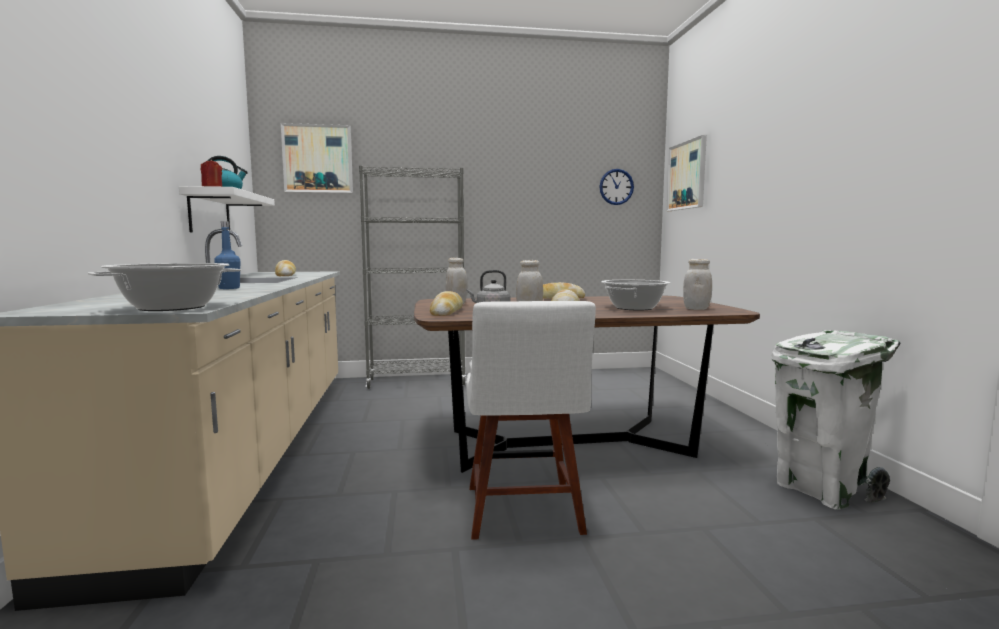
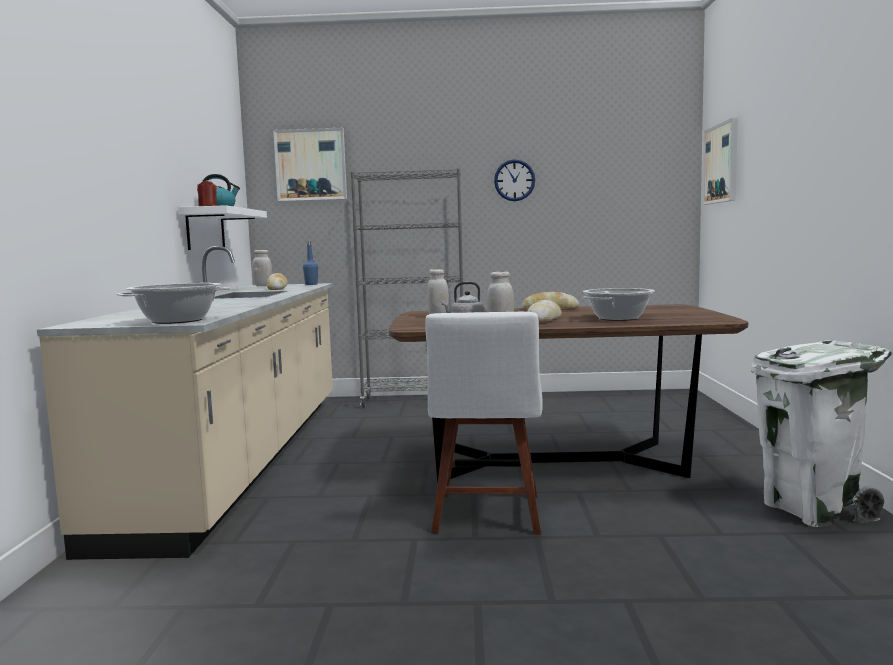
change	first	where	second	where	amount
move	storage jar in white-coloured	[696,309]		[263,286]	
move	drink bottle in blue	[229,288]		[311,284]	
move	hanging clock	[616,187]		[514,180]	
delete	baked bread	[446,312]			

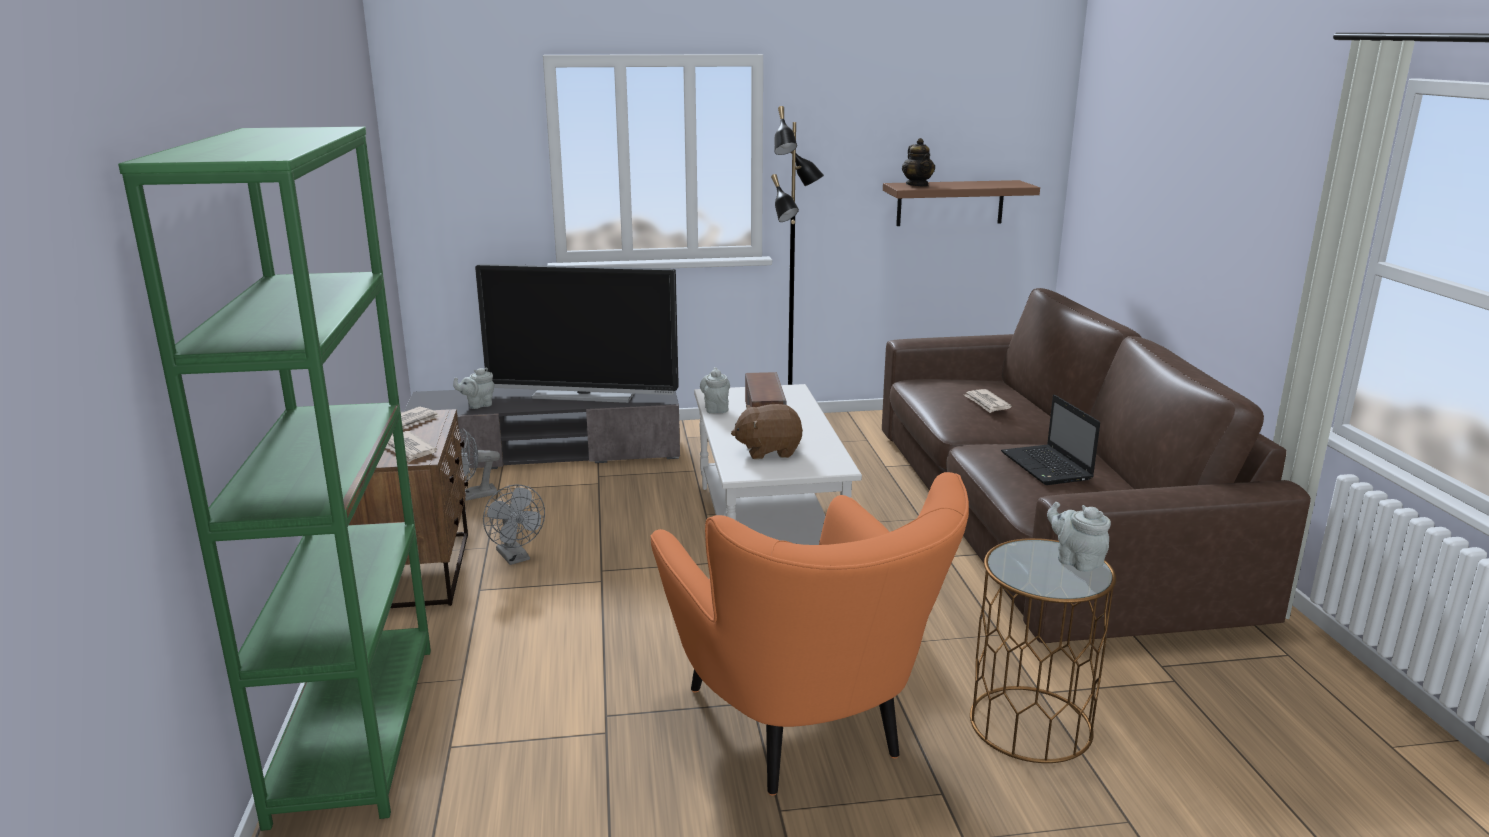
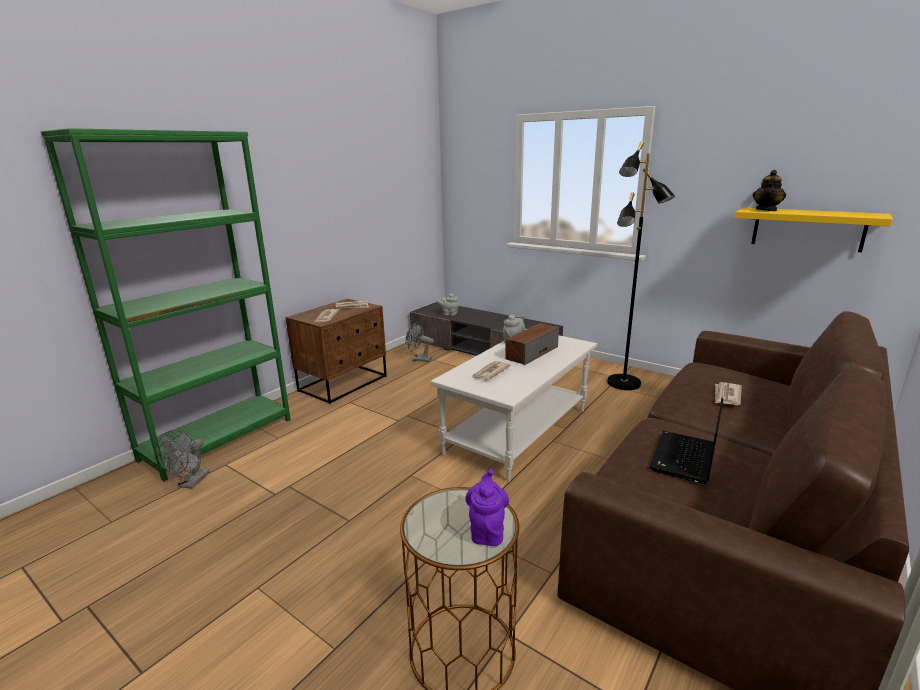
change	first	where	second	where	amount
move	cooling fan in greyish	[516,558]		[191,483]	
recolor	tea pot in greyish	[1076,561]	tea pot in purplish	[487,530]	
replace	cuddly toy in brownish	[768,451]	newspaper	[490,373]	
recolor	bracket shelf in brownish	[950,203]	bracket shelf in yellowish	[807,229]	
delete	TV	[583,395]			
delete	easy chair in orange-coloured	[802,731]			

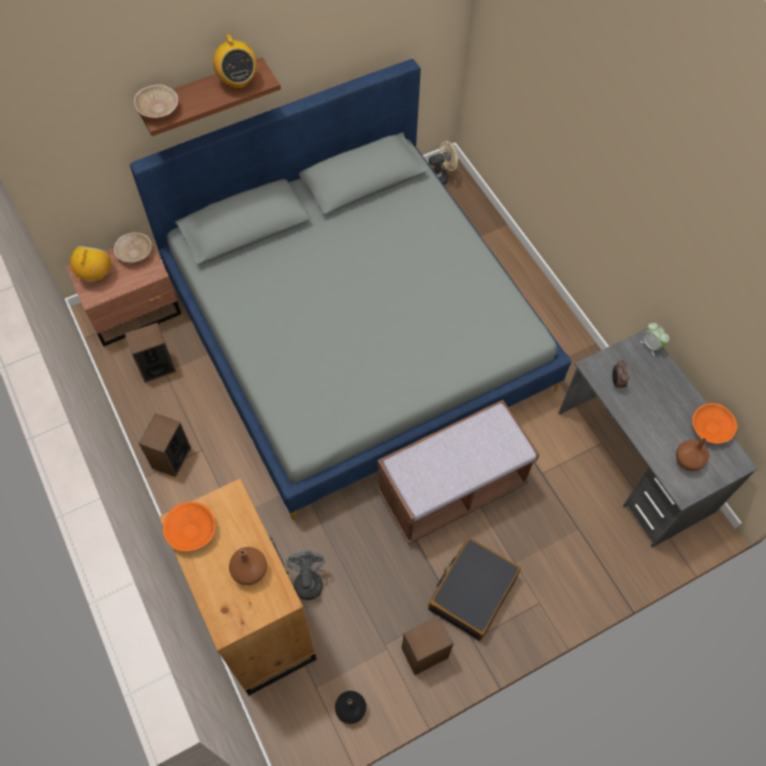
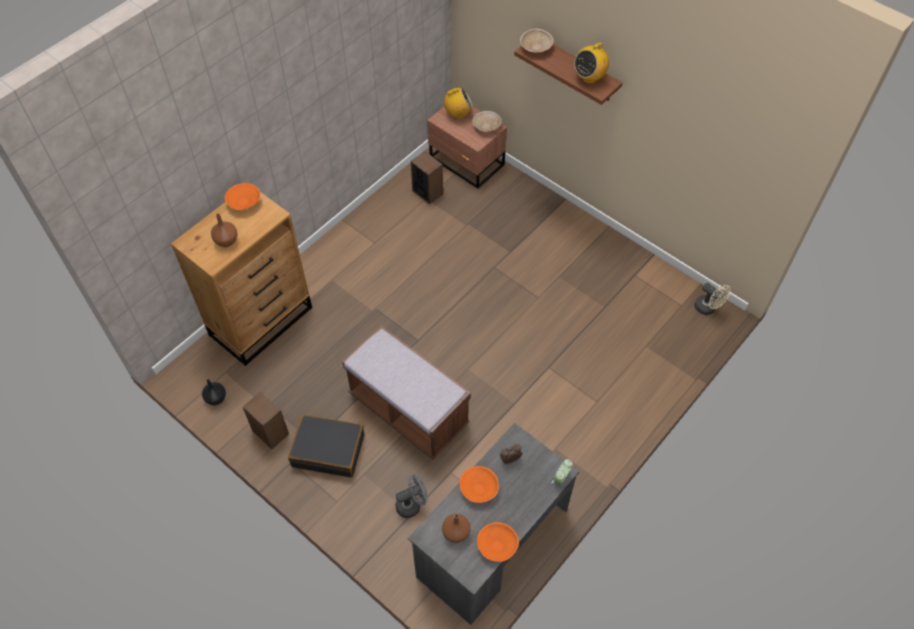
change	first	where	second	where	amount
move	cooling fan in greyish	[308,581]		[412,504]	
insert			deep dish in orange-coloured	[478,488]	
delete	sleeping bed in greyish	[356,330]			
delete	loudspeaker	[171,458]			

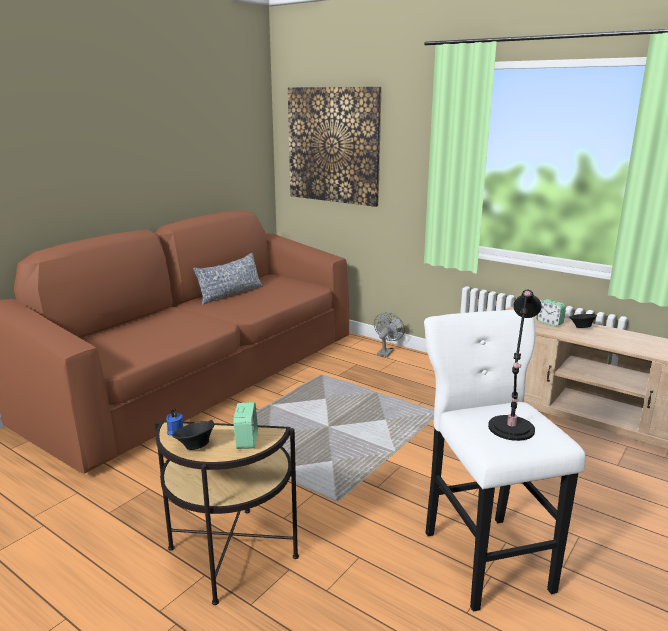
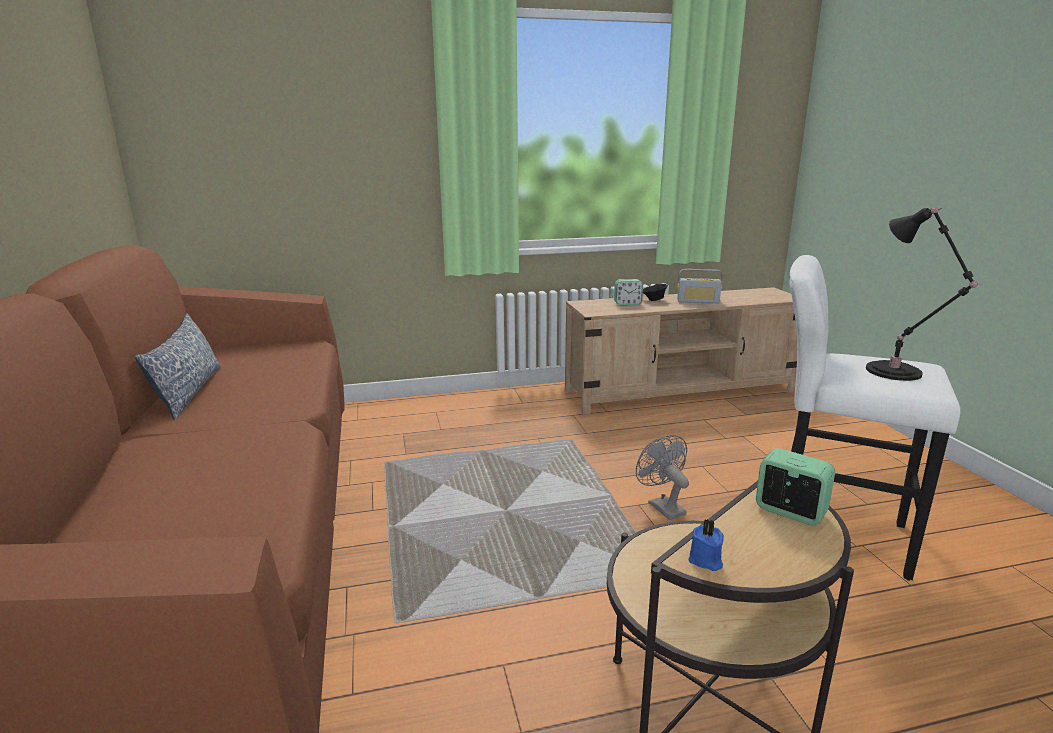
change	first	where	second	where	amount
move	cooling fan in greyish	[386,352]		[662,506]	
insert			radio receiver	[698,301]	
delete	deep dish in blackish	[195,446]			
delete	picture	[333,145]			

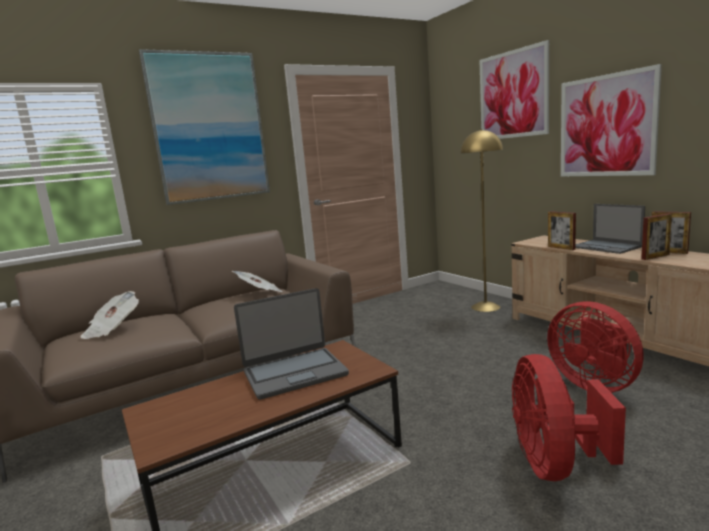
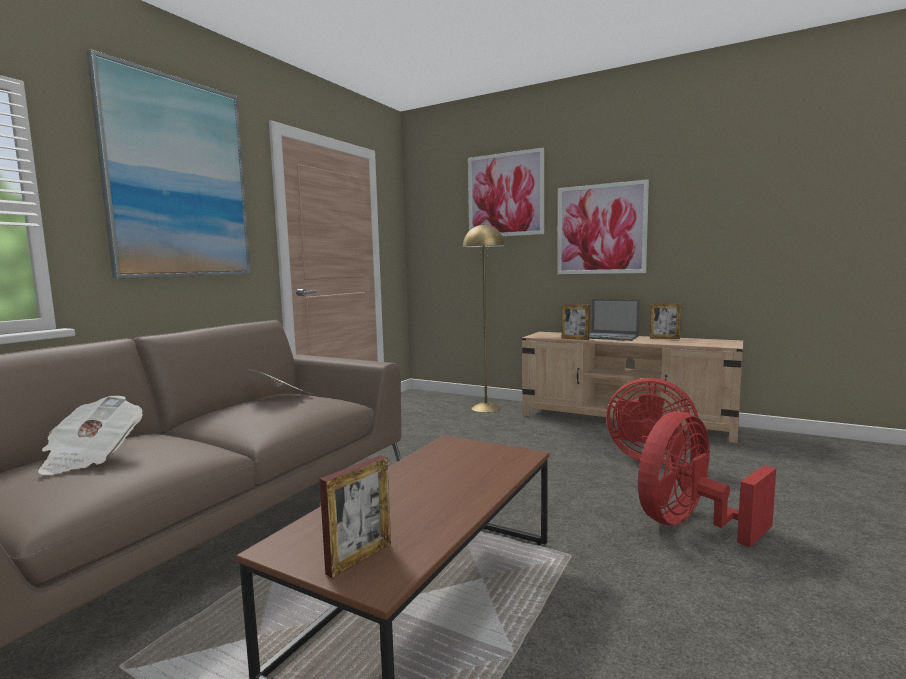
change	first	where	second	where	amount
move	standing frame	[655,257]		[359,558]	
rotate	cooling fan in reddish	[555,464]		[690,524]	75 degrees clockwise
delete	portable computer	[294,373]			

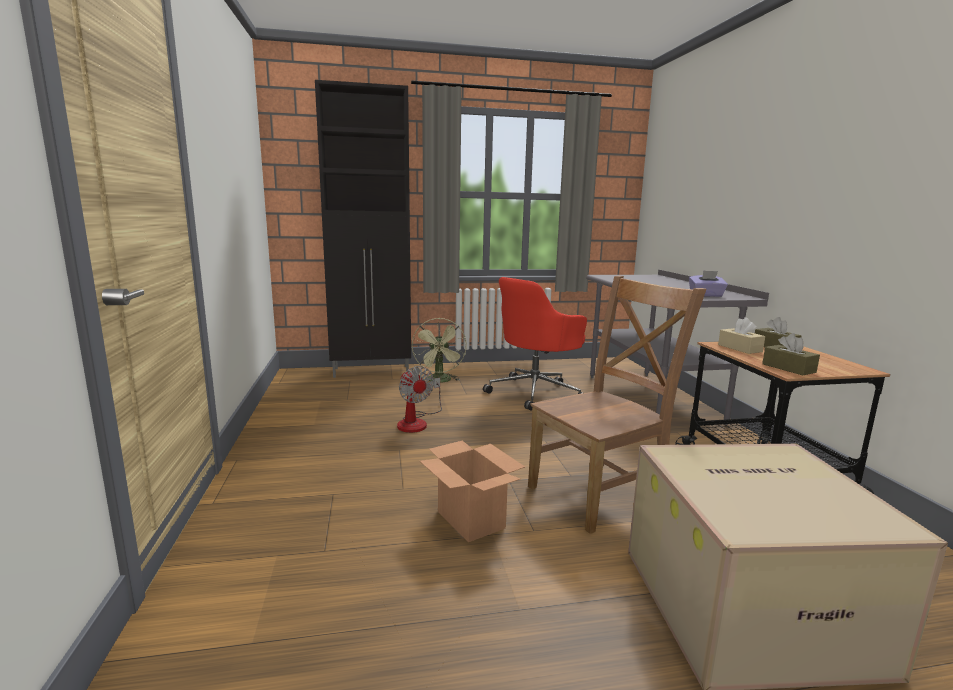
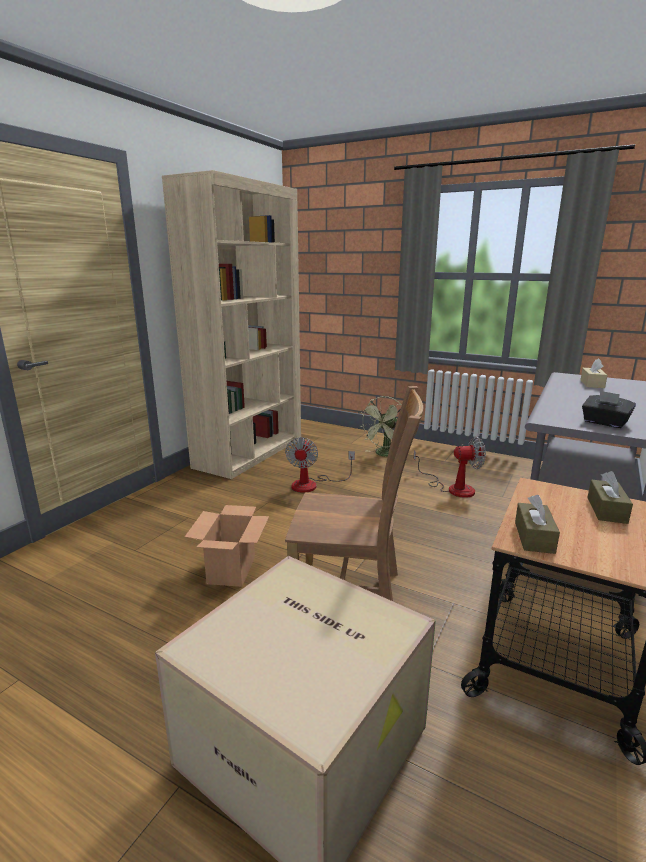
change	first	where	second	where	amount
insert			bookcase in sand-coloured	[250,453]	
replace	office chair in reddish	[535,392]	cooling fan	[453,488]	
move	box of tissues in sand-coloured	[739,348]		[592,384]	
recolor	box of tissues in purplish	[706,295]	box of tissues in blackish	[604,423]	
delete	storage cabinet in blackish	[372,371]			

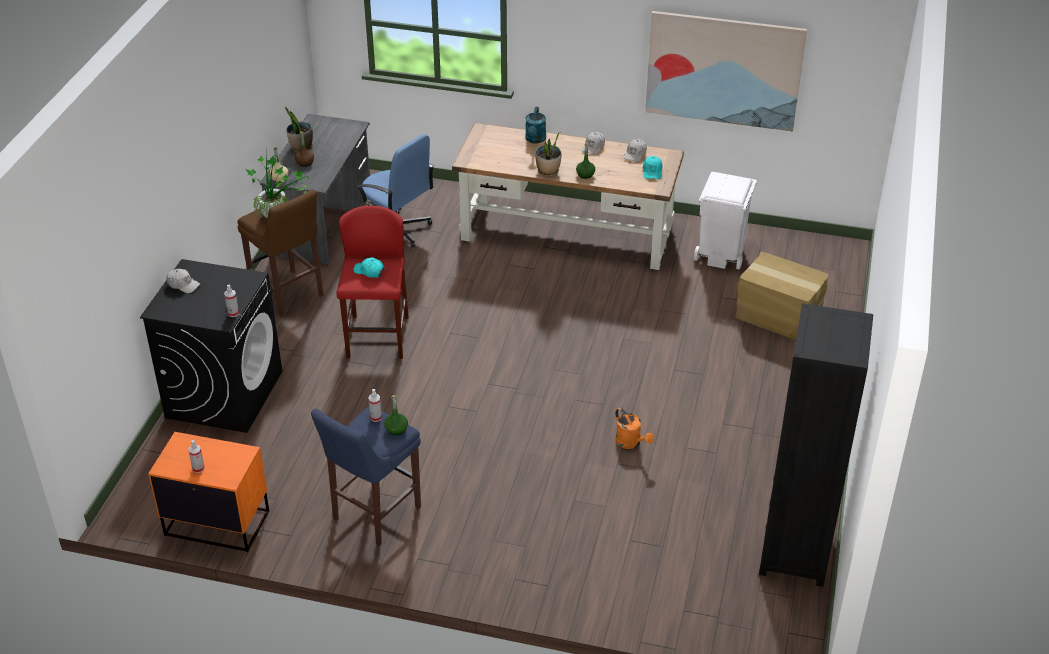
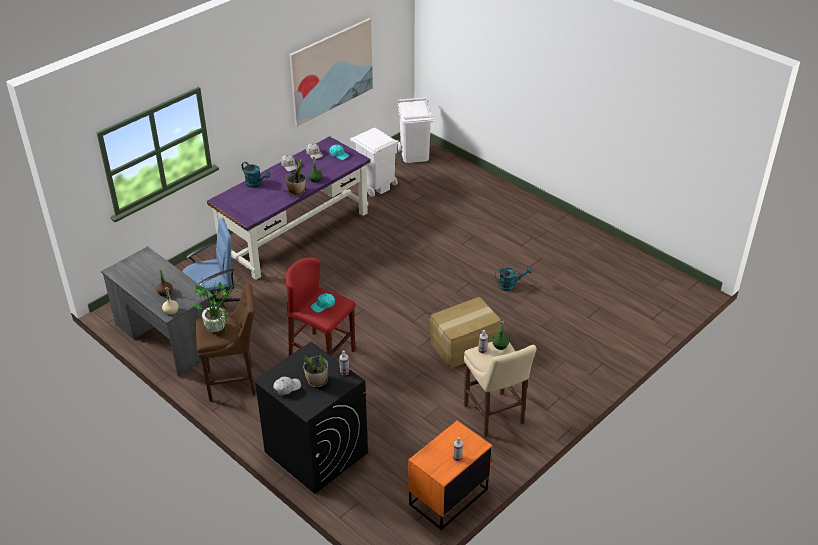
change	first	where	second	where	amount
recolor	desk in brownish	[568,233]	desk in purplish	[295,233]	
move	houseplant	[301,147]		[317,381]	
insert			trash can in white-coloured	[415,154]	
move	cardboard box	[777,316]		[464,347]	
recolor	stool seat in blue	[373,515]	stool seat in sand-coloured	[494,416]	
recolor	watering pot in orange-coloured	[631,443]	watering pot in turquoise	[510,285]	
delete	bookcase in blackish	[795,552]			

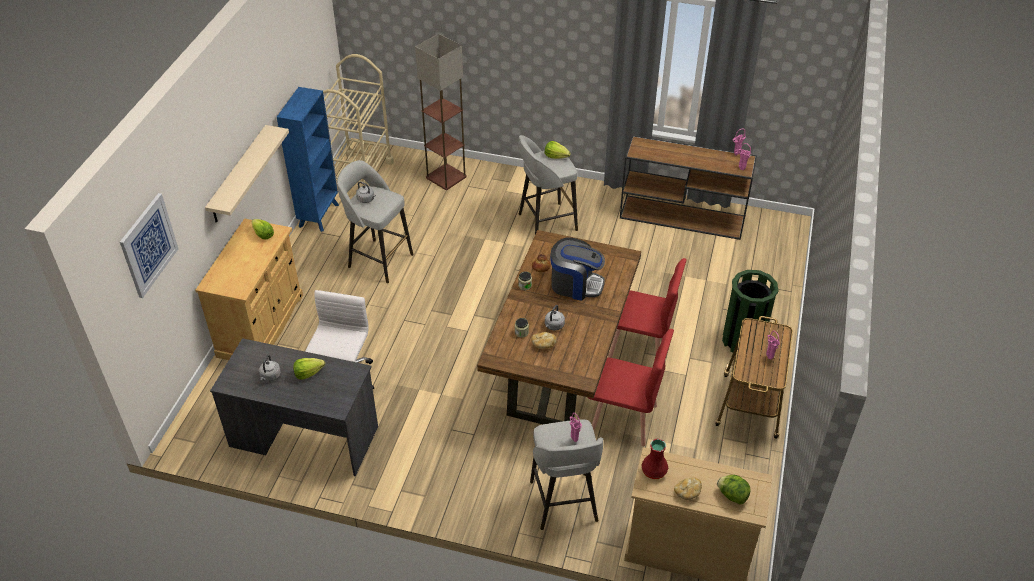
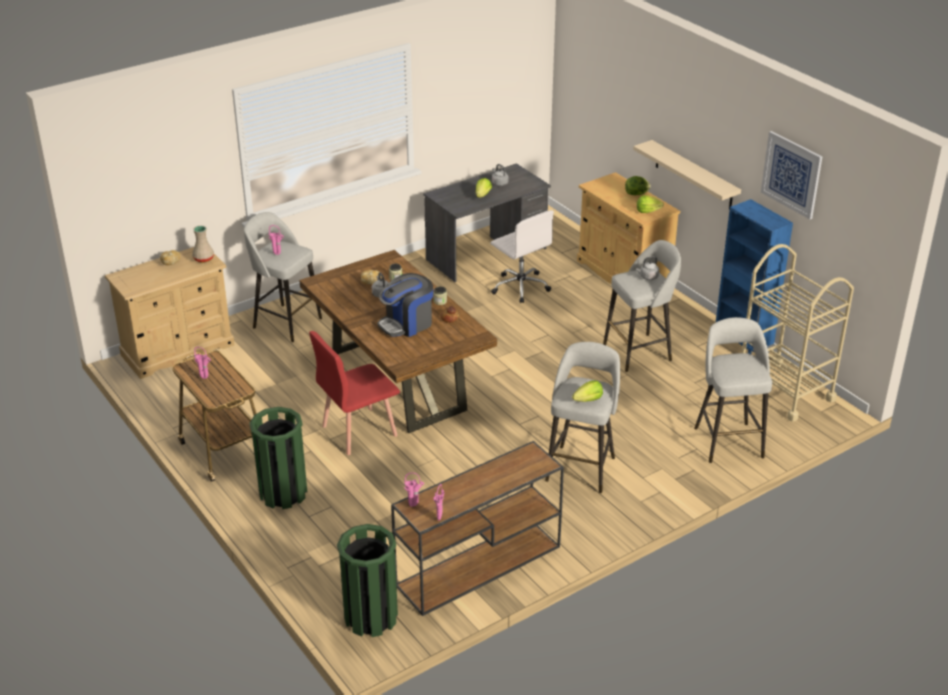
change	first	where	second	where	amount
recolor	flower vase in reddish	[654,471]	flower vase in sand-coloured	[203,259]	
insert			trash can in greenish	[371,617]	
move	lettuce head	[732,495]		[636,194]	
replace	standing lamp	[445,177]	stool seat in greyish	[728,441]	
move	picture	[148,245]		[791,174]	
delete	chair in reddish	[624,419]			

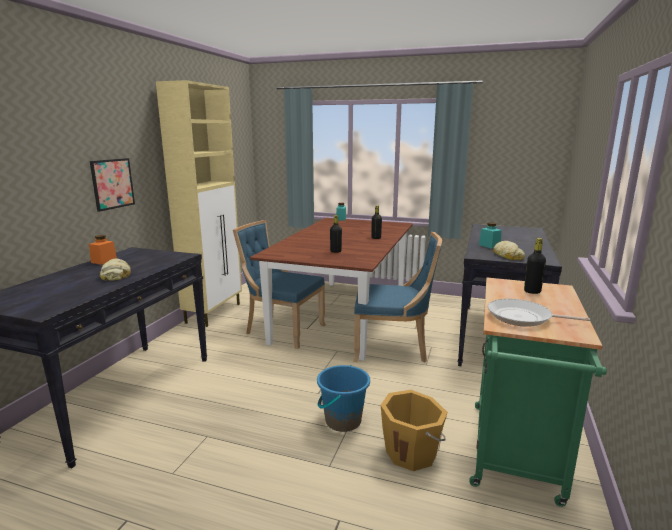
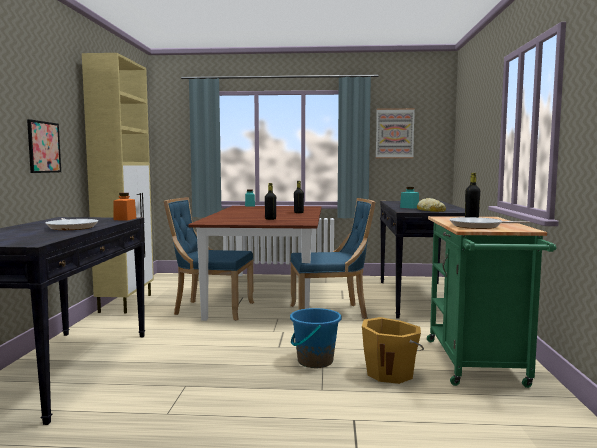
change	first	where	second	where	amount
replace	baked bread	[116,275]	frying pan	[72,227]	
move	storage jar in orange-coloured	[104,261]		[125,219]	
insert			picture	[394,133]	

